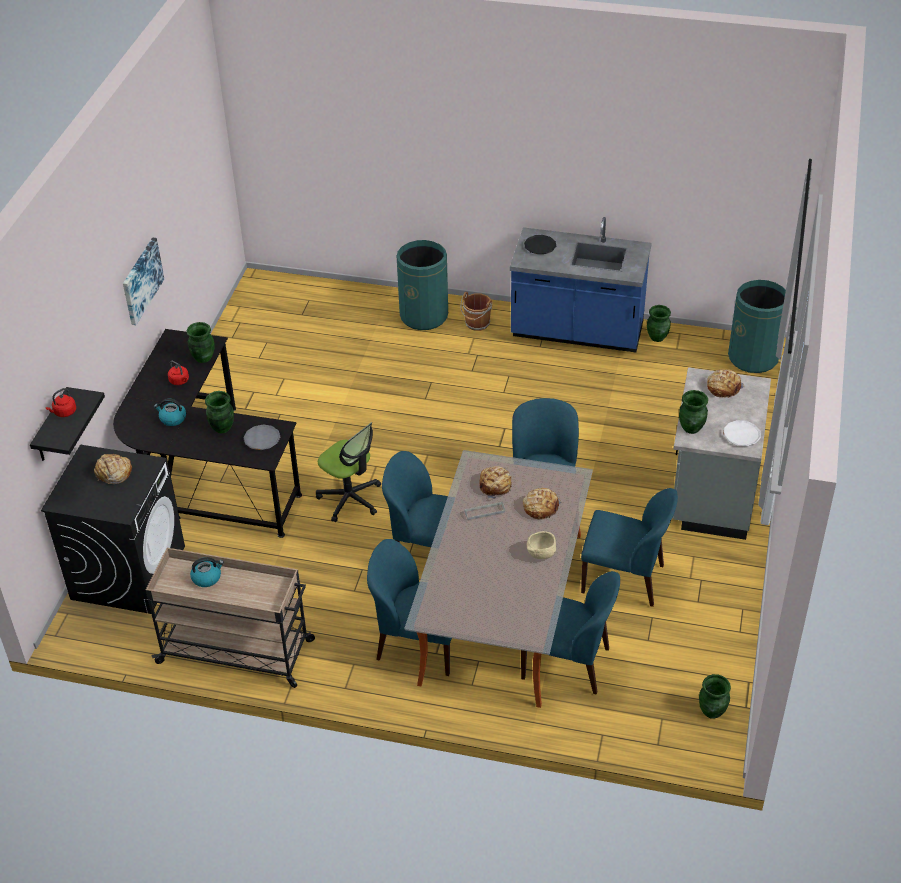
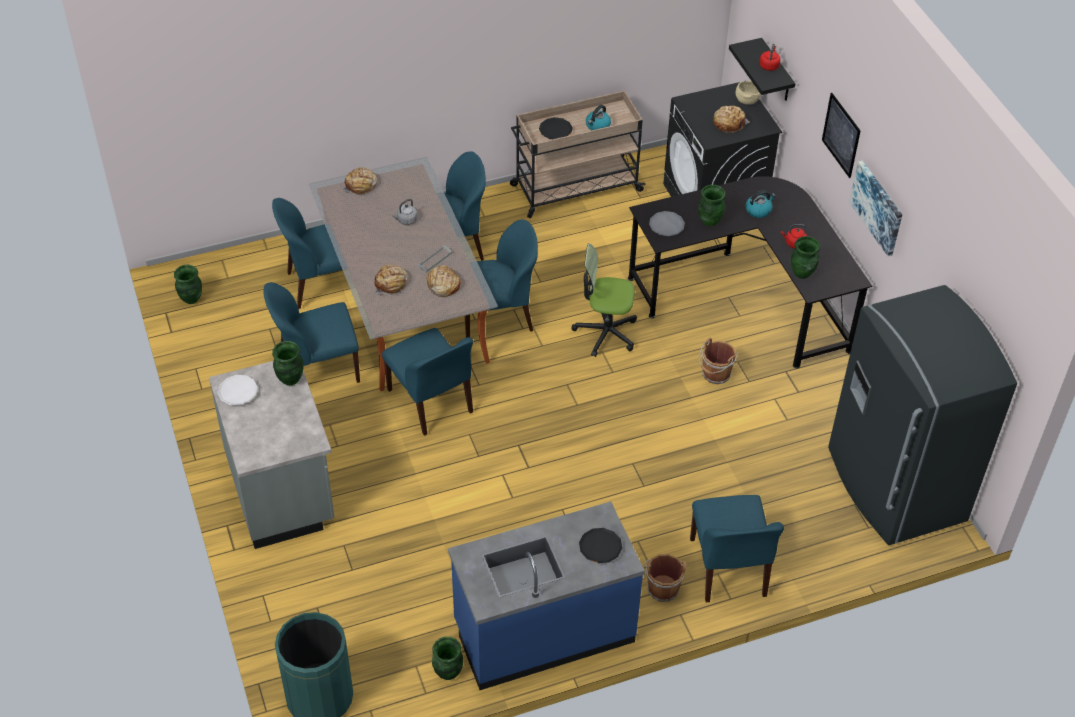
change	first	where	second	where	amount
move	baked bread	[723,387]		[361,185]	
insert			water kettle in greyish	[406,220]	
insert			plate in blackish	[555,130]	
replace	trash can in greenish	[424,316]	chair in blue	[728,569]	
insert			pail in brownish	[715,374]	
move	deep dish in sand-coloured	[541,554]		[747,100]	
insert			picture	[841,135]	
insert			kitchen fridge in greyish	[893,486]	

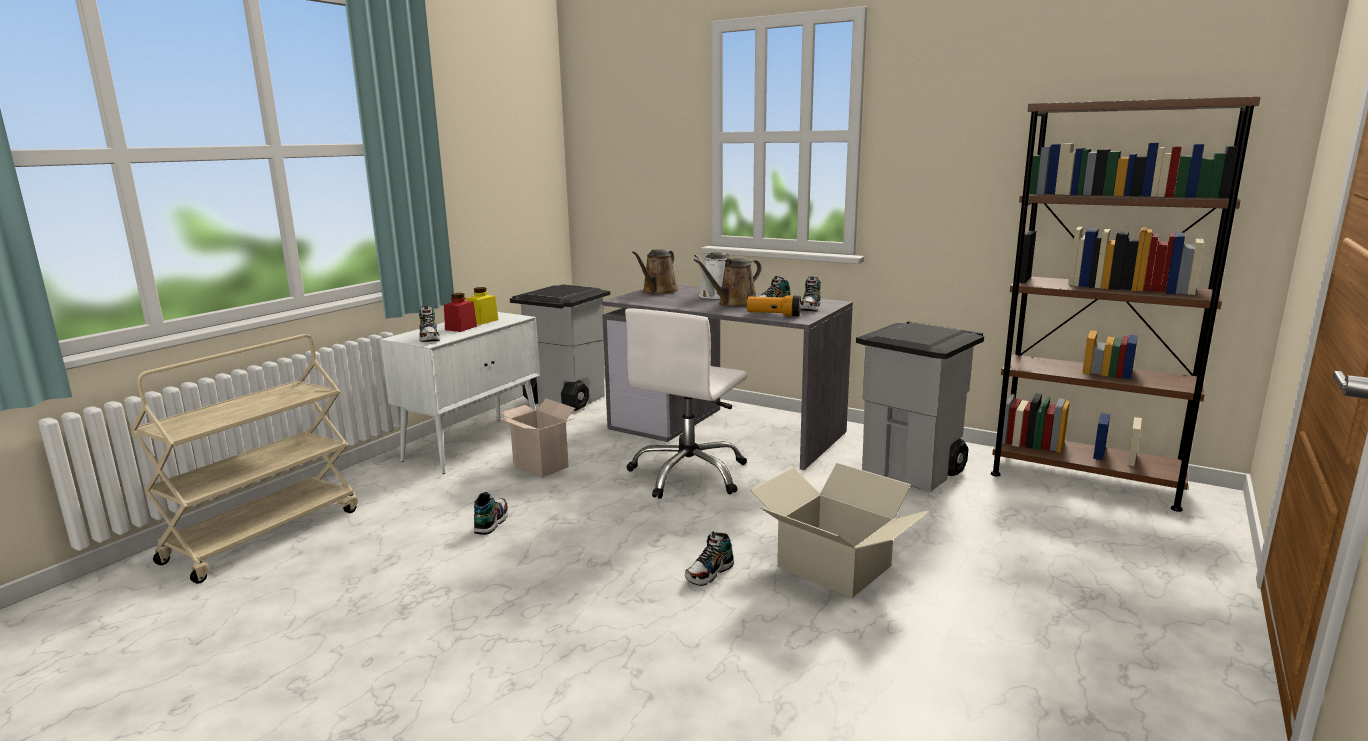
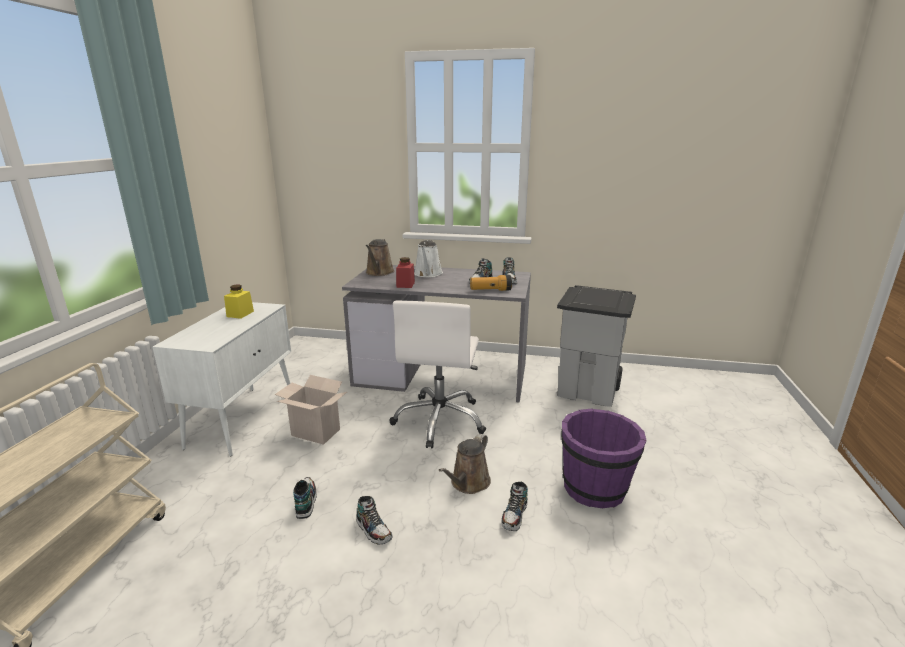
change	first	where	second	where	amount
move	low shoe	[430,338]		[374,530]	
move	storage jar in reddish	[461,328]		[405,284]	
move	watering pot in brownish	[734,304]		[468,483]	
replace	cardboard box	[833,566]	pail in purplish	[595,488]	
delete	trash can in greyish	[564,400]			
delete	bookcase in brownish	[1084,478]			

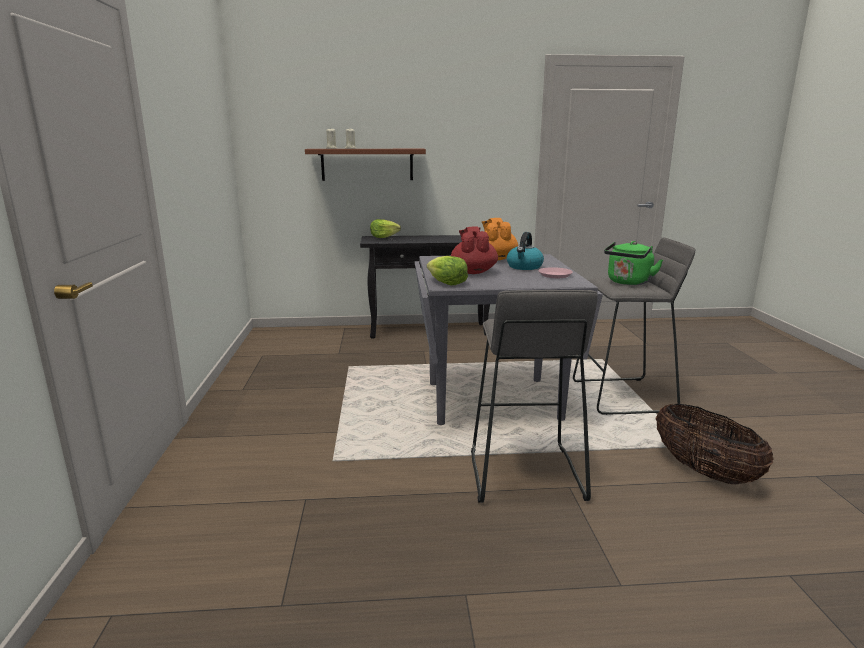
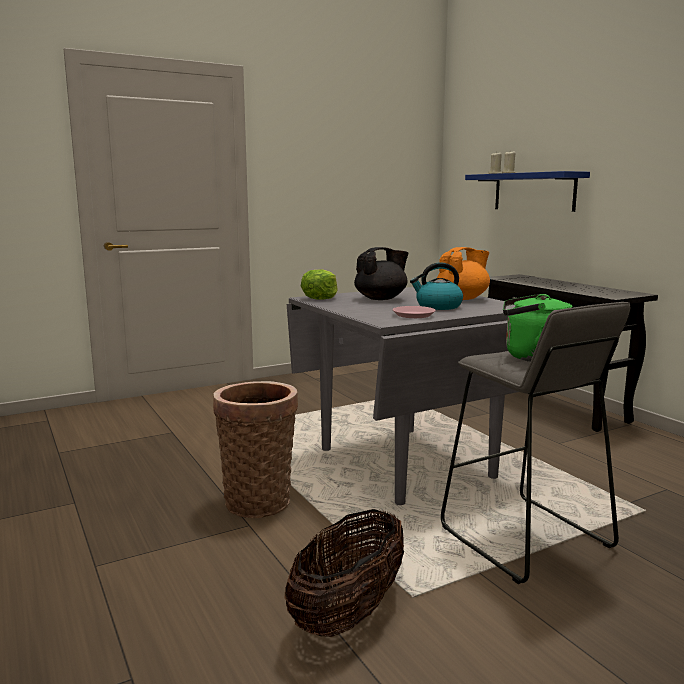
change	first	where	second	where	amount
replace	stool seat in greyish	[524,474]	storage basket	[258,500]	
recolor	tea pot in reddish	[473,272]	tea pot in blackish	[381,299]	
recolor	bracket shelf in brownish	[367,164]	bracket shelf in blue	[534,192]	
delete	lettuce head	[383,237]			

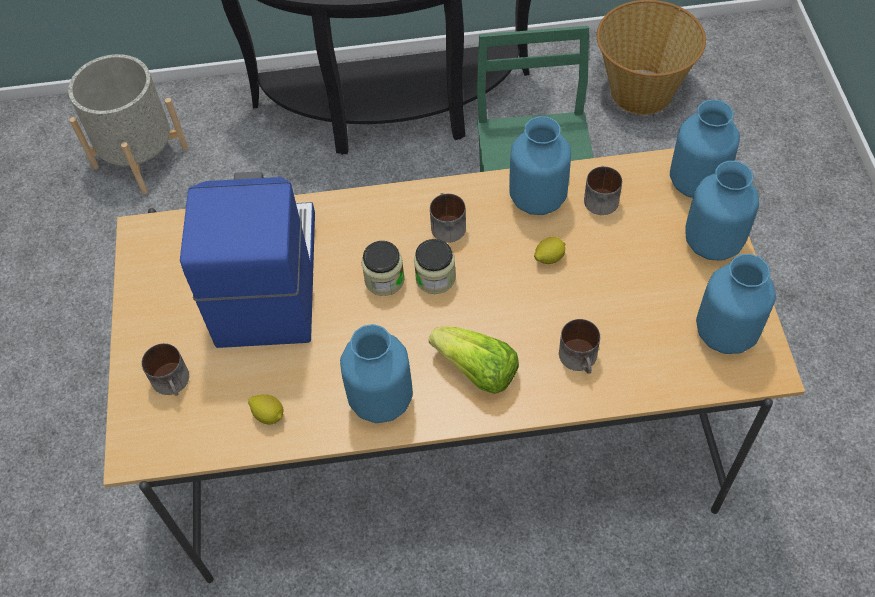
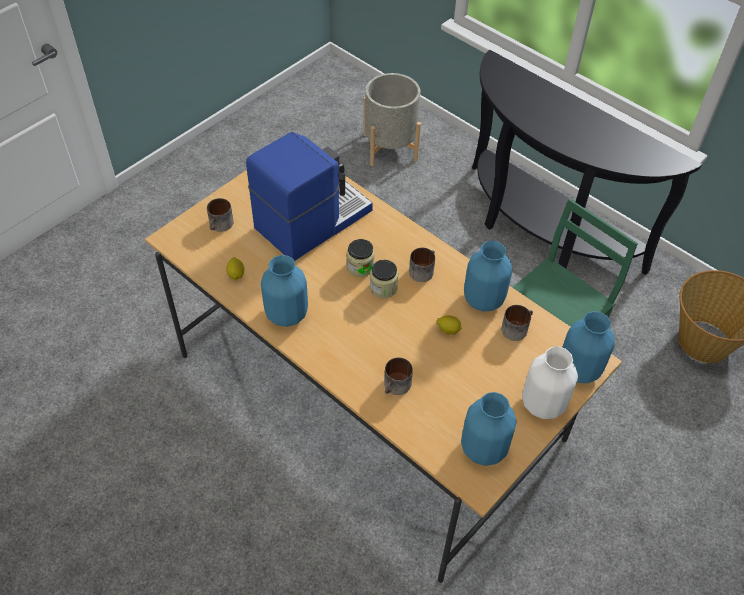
change	first	where	second	where	amount
recolor	flower vase in blue	[713,243]	flower vase in white-coloured	[543,404]	
delete	lettuce head	[477,371]			

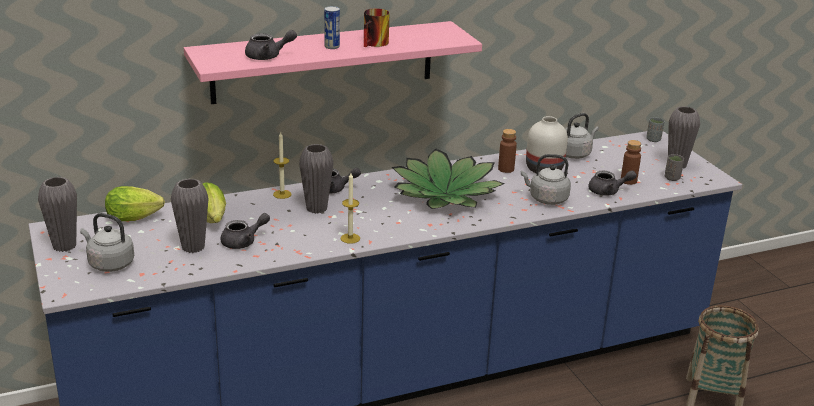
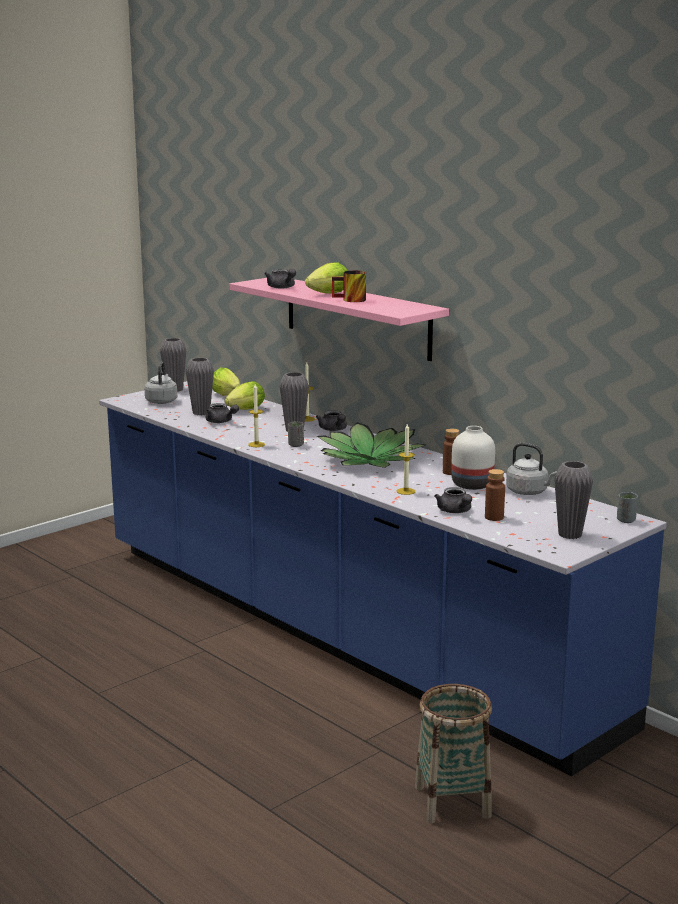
change	first	where	second	where	amount
move	cup in greyish	[672,178]		[296,445]	
replace	sealed can	[332,47]	lettuce head	[326,294]	
replace	water kettle in greyish	[546,199]	wax candle	[405,491]	

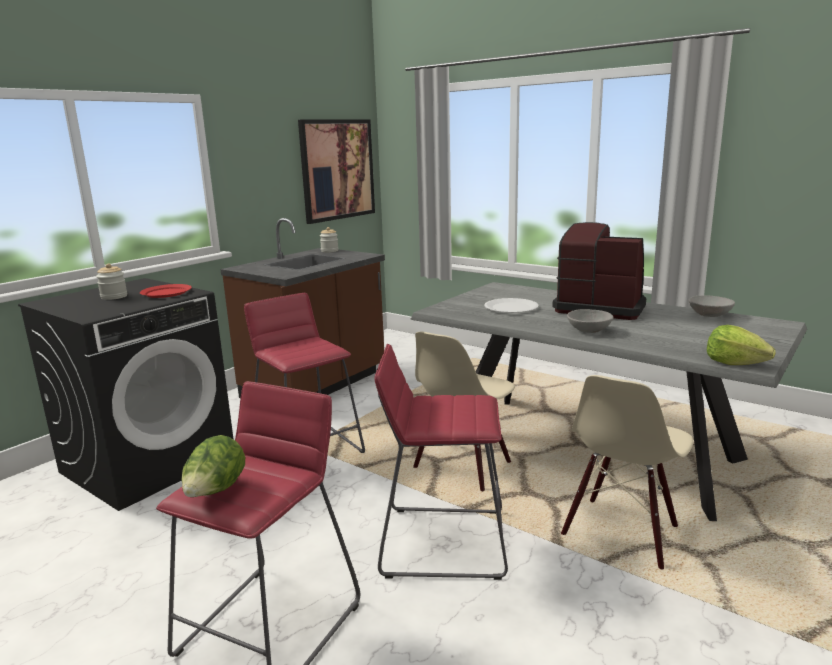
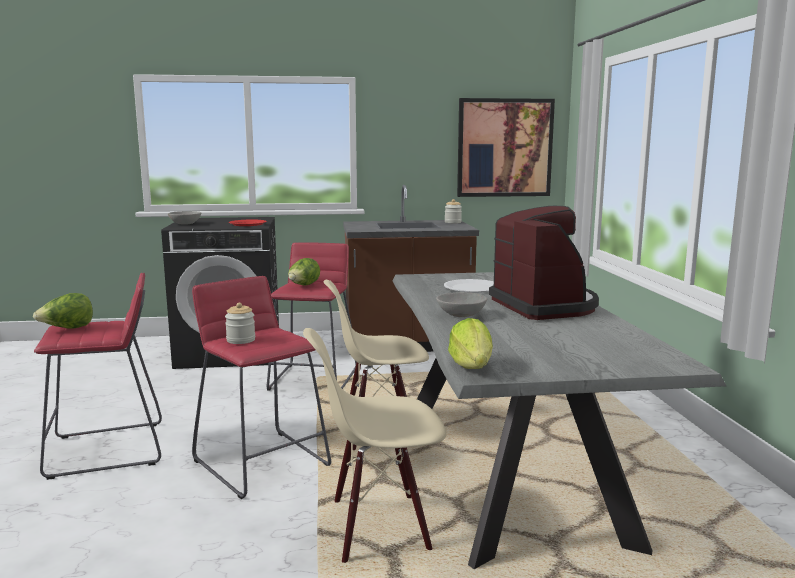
change	first	where	second	where	amount
move	deep dish in greyish	[709,315]		[185,224]	
move	storage jar	[114,297]		[241,340]	
insert			lettuce head	[303,286]	

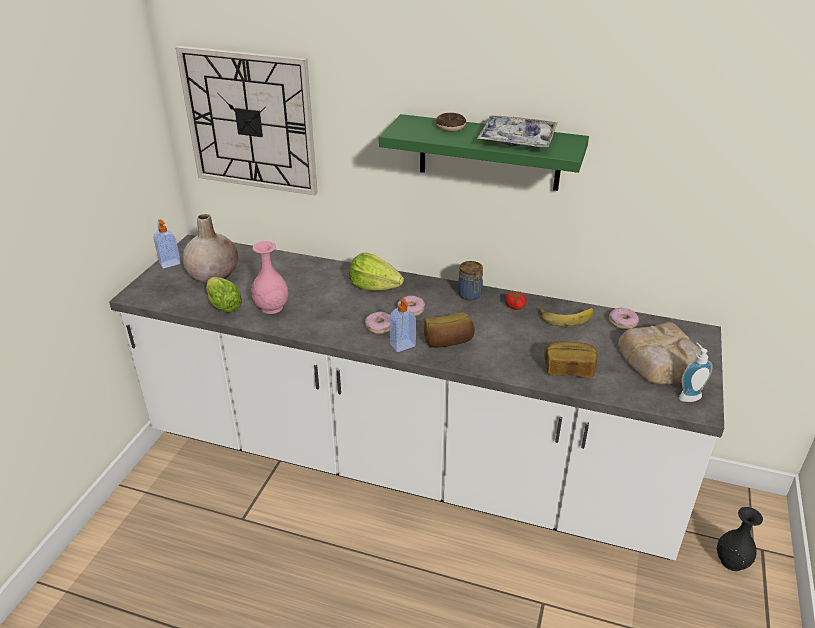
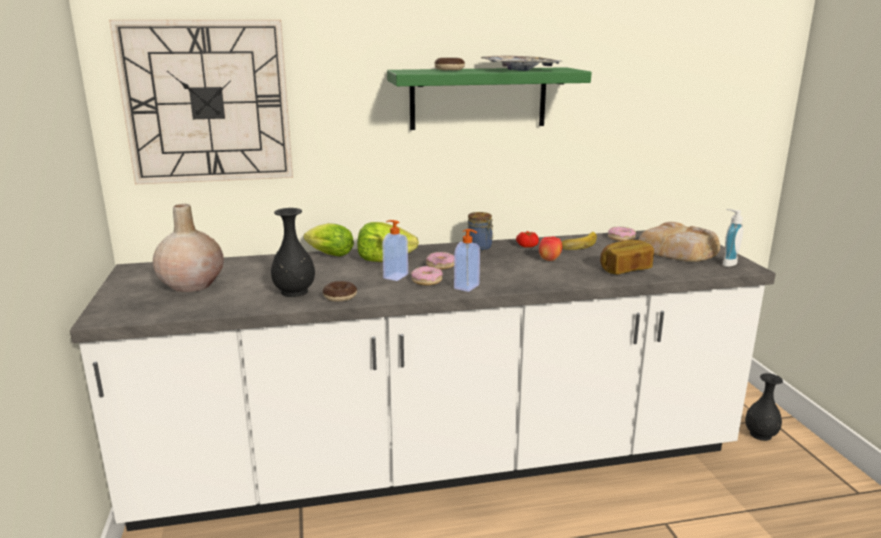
change	first	where	second	where	amount
recolor	flower vase in pinkish	[271,307]	flower vase in blackish	[294,292]	
move	lettuce head	[223,305]		[328,254]	
insert			doughnut	[340,296]	
move	soap dispenser	[169,263]		[395,276]	
insert			whole apple	[549,260]	
delete	baked bread	[448,341]			

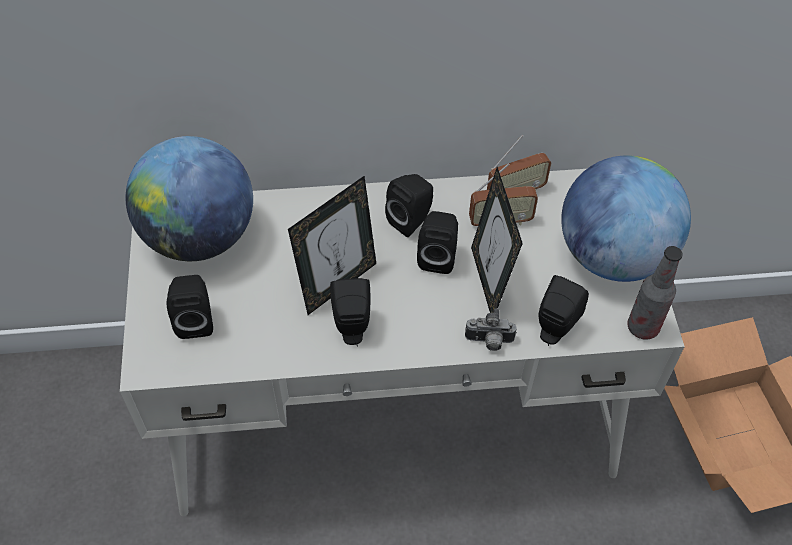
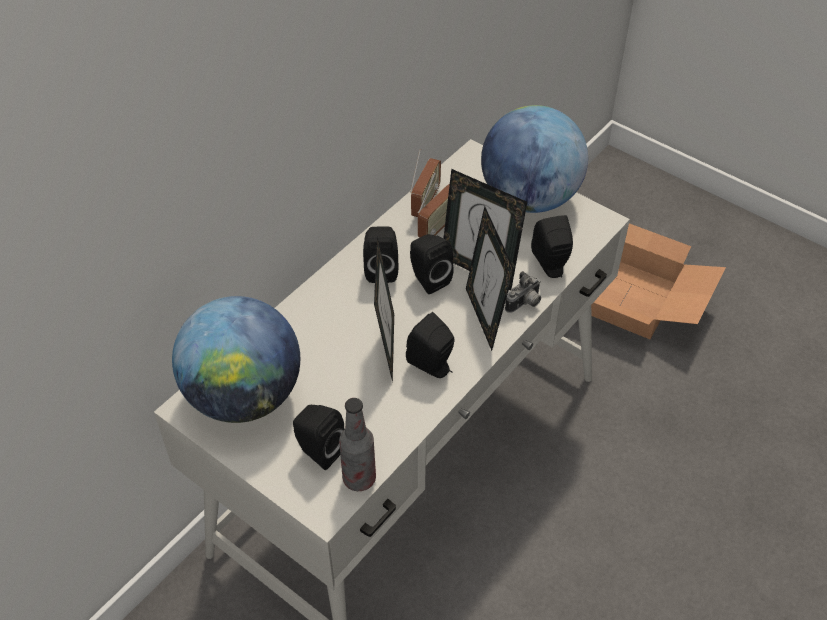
change	first	where	second	where	amount
move	drink bottle	[643,327]		[359,478]	
insert			standing frame	[485,317]	

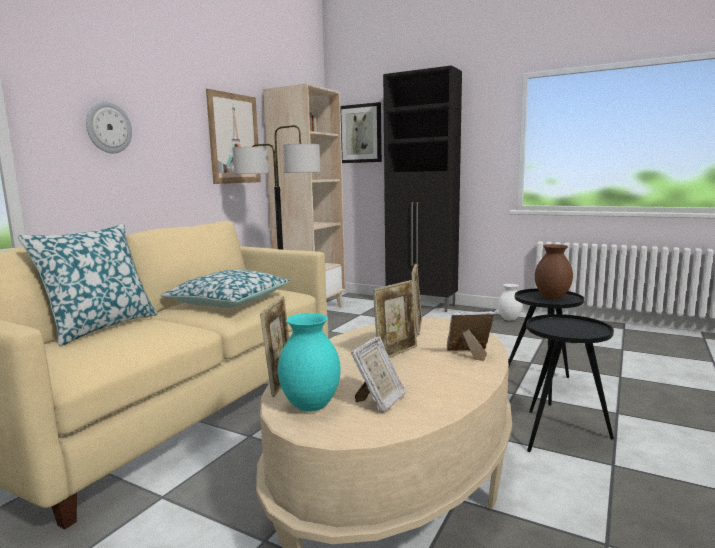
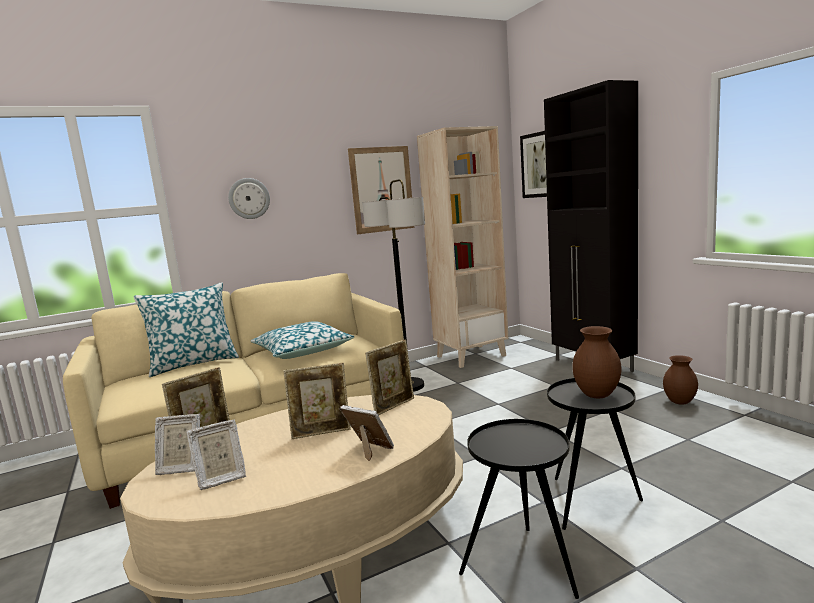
change	first	where	second	where	amount
replace	flower vase in turquoise	[311,405]	standing frame	[180,467]	
recolor	flower vase in white-coloured	[509,319]	flower vase in brownish	[679,402]	

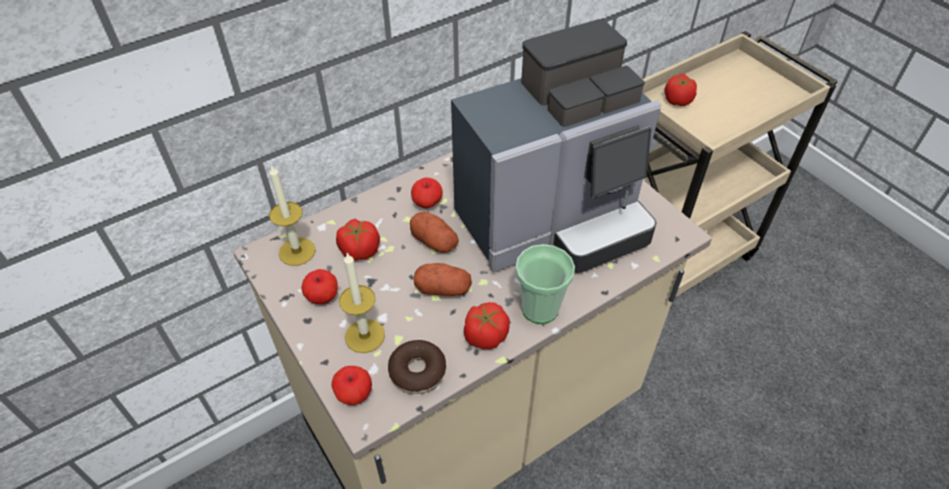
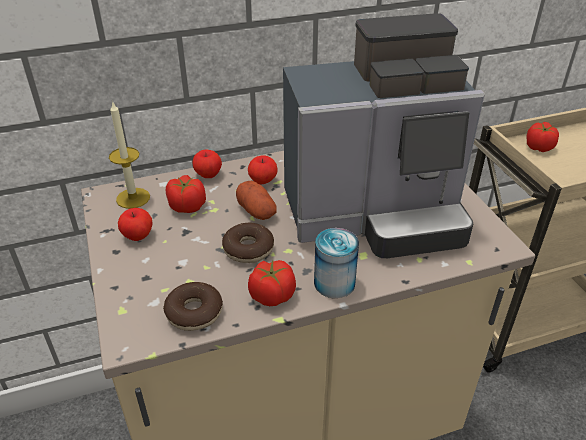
change	first	where	second	where	amount
move	whole apple	[354,394]		[208,175]	
replace	potato	[443,288]	doughnut	[248,249]	
replace	cup	[540,308]	sealed can	[334,283]	
delete	wax candle	[365,336]			

